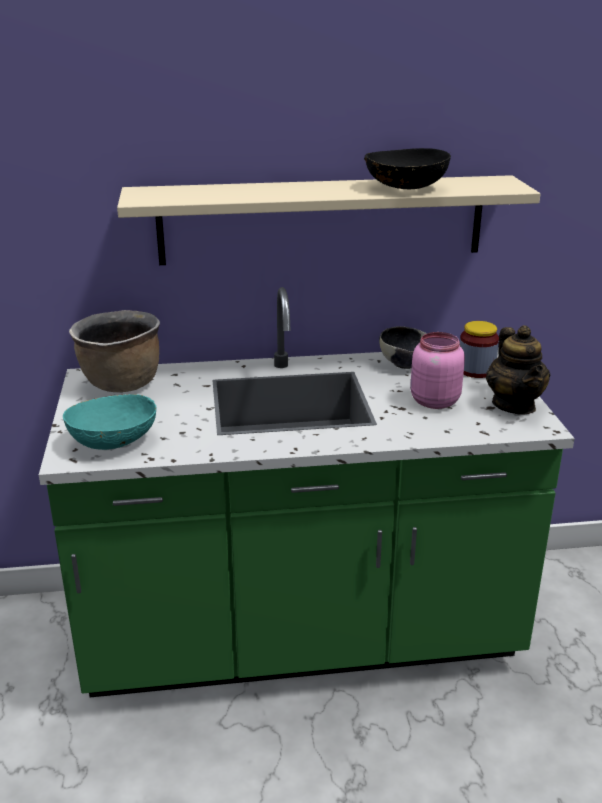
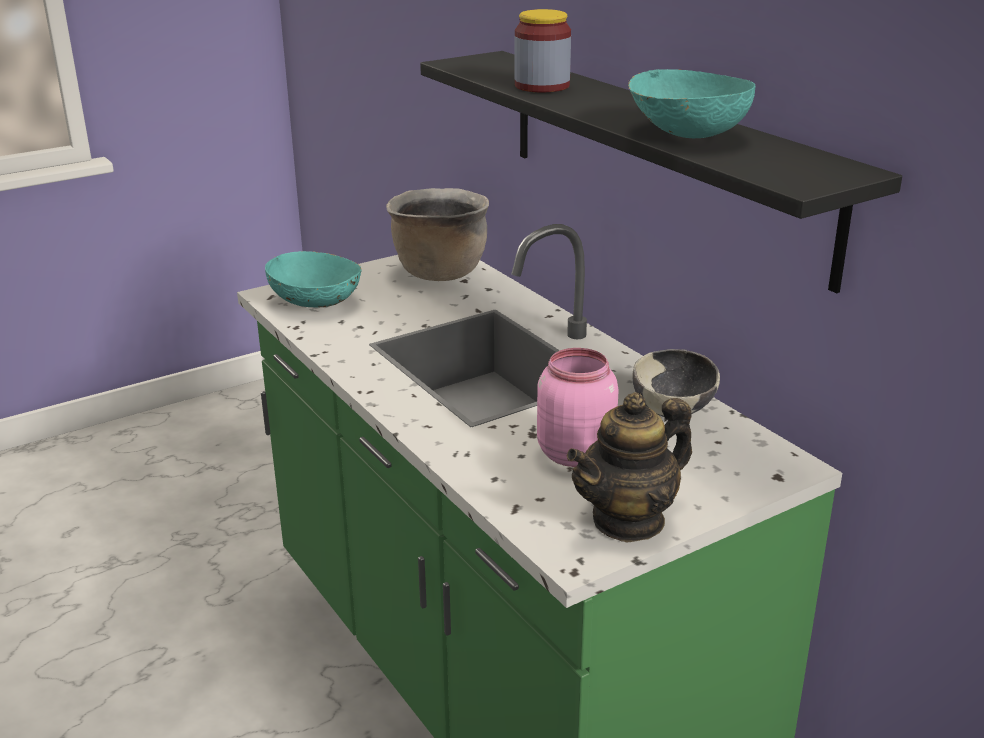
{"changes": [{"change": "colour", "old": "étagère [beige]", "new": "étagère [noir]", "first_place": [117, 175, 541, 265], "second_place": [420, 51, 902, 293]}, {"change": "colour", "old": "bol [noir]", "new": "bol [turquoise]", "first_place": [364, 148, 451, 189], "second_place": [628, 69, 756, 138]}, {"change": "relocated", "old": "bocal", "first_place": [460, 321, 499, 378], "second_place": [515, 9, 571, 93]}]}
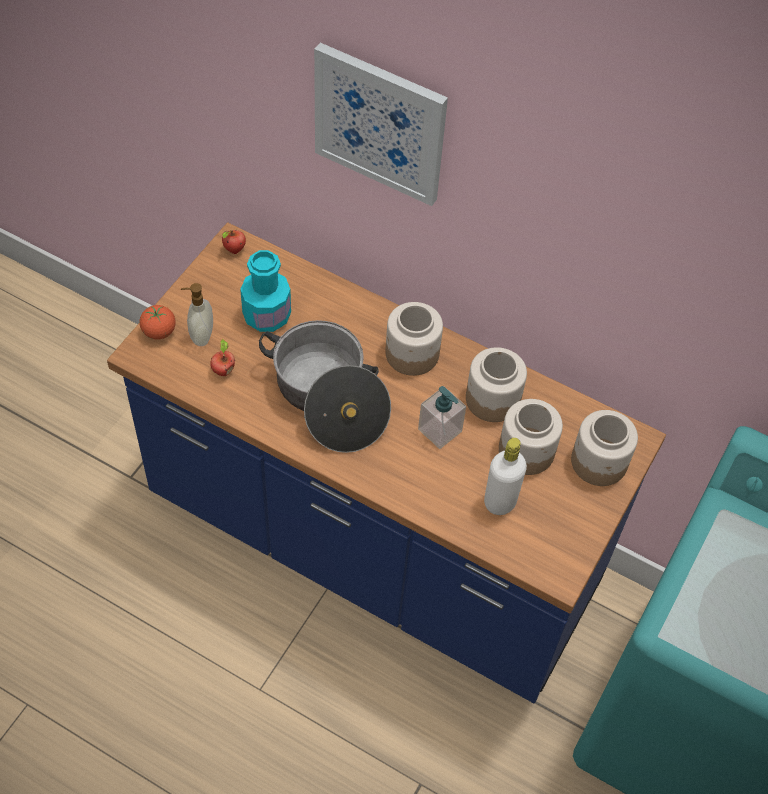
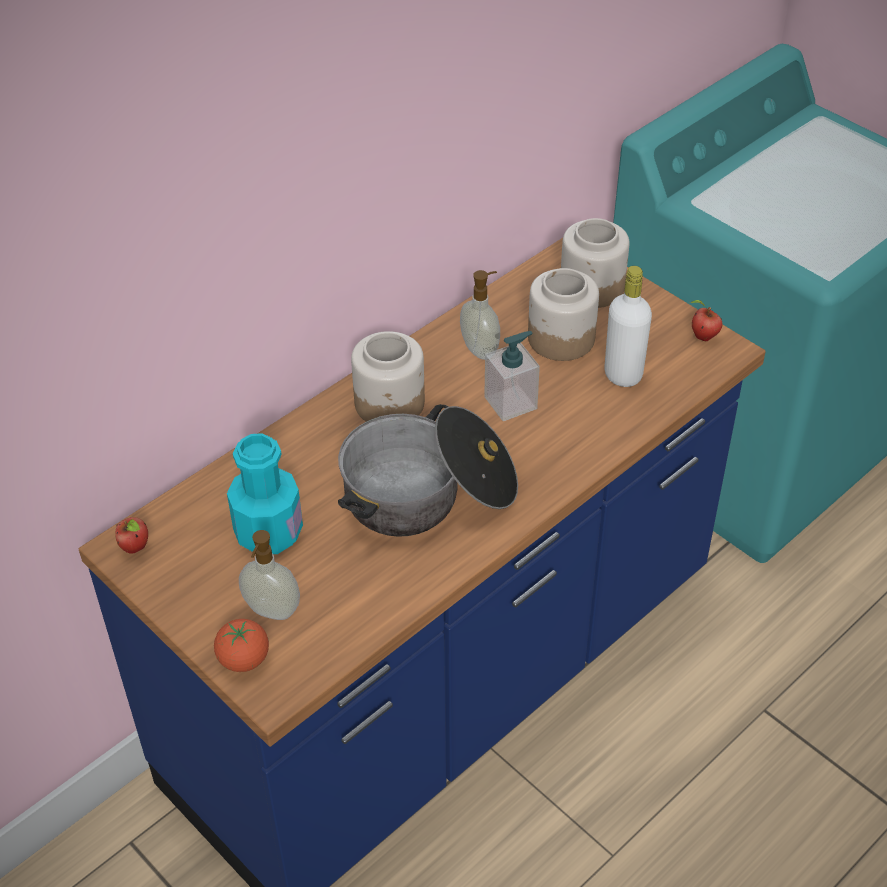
{"changes": [{"change": "relocated", "old": "pomme", "first_place": [210, 339, 235, 376], "second_place": [690, 300, 723, 341]}, {"change": "missing", "old": "tableau", "first_place": [314, 43, 448, 206]}, {"change": "exchanged", "old": "bocal", "new": "distributeur de savon", "first_place": [466, 347, 527, 422], "second_place": [460, 270, 500, 360]}]}
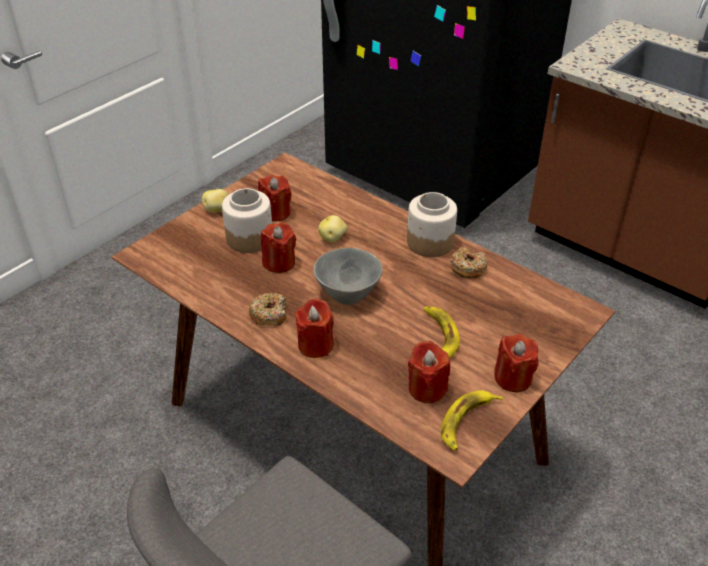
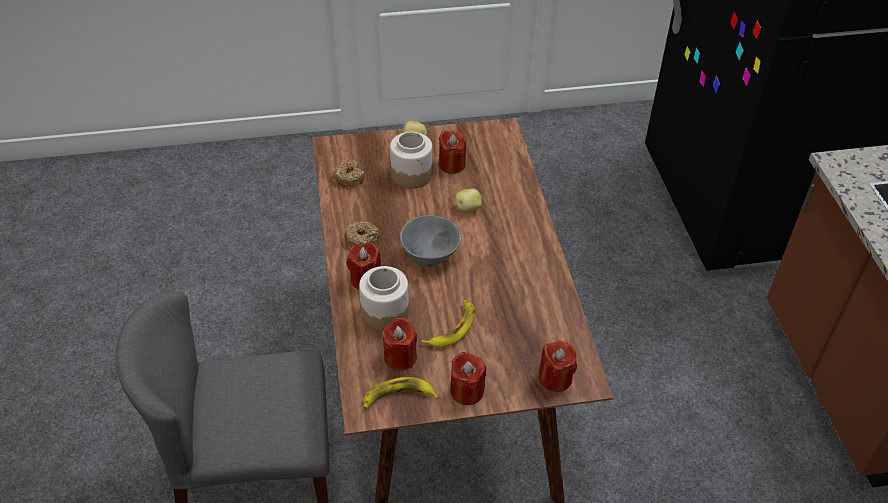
{"changes": [{"change": "relocated", "old": "bougie [rouge]", "first_place": [261, 222, 296, 273], "second_place": [539, 341, 577, 392]}, {"change": "relocated", "old": "bocal", "first_place": [407, 192, 457, 257], "second_place": [359, 266, 409, 331]}, {"change": "relocated", "old": "beignet", "first_place": [450, 247, 487, 279], "second_place": [333, 160, 365, 187]}]}
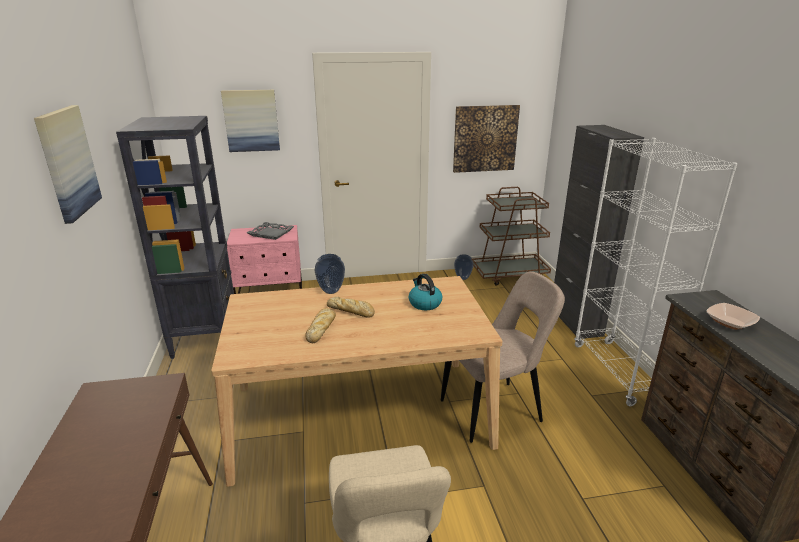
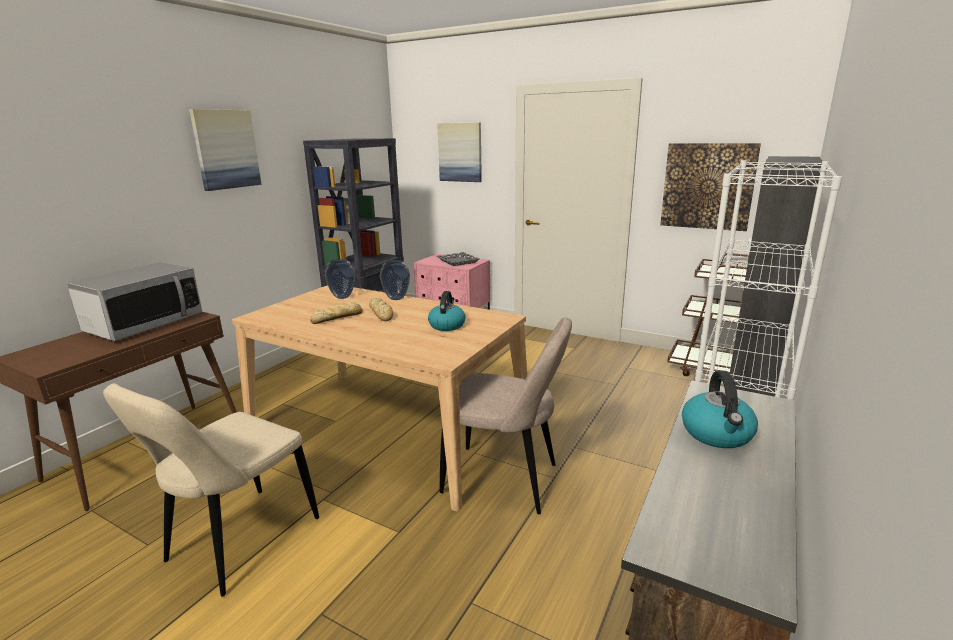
{"changes": [{"change": "relocated", "old": "vase", "first_place": [454, 254, 473, 280], "second_place": [325, 259, 355, 299]}, {"change": "exchanged", "old": "bol", "new": "bouilloire", "first_place": [706, 303, 760, 330], "second_place": [682, 371, 758, 448]}, {"change": "appeared", "new": "micro-ondes", "second_place": [67, 262, 202, 341]}]}
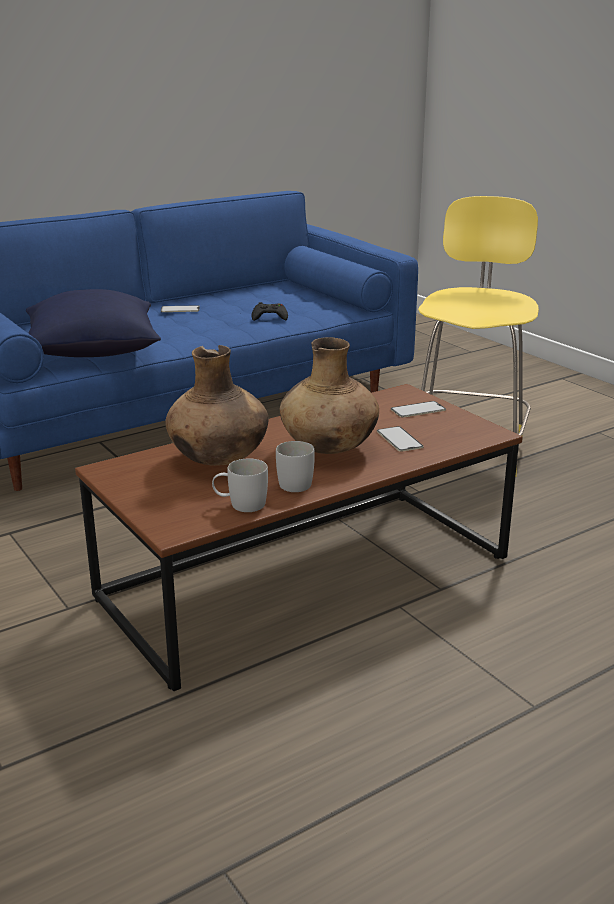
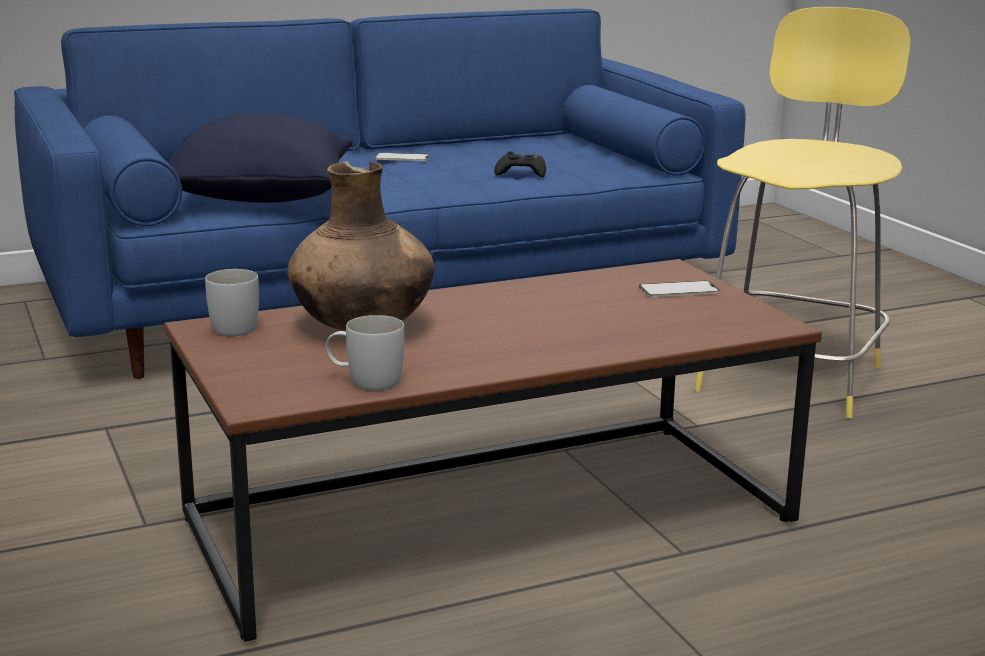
{"changes": [{"change": "relocated", "old": "mug [blanc]", "first_place": [276, 441, 315, 492], "second_place": [205, 269, 259, 336]}, {"change": "missing", "old": "vase [marron]", "first_place": [280, 337, 379, 454]}, {"change": "missing", "old": "téléphone", "first_place": [377, 426, 423, 452]}]}
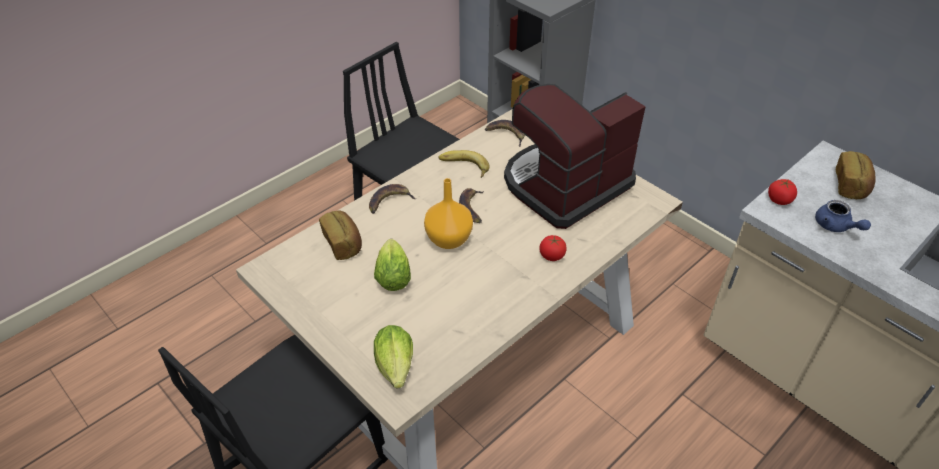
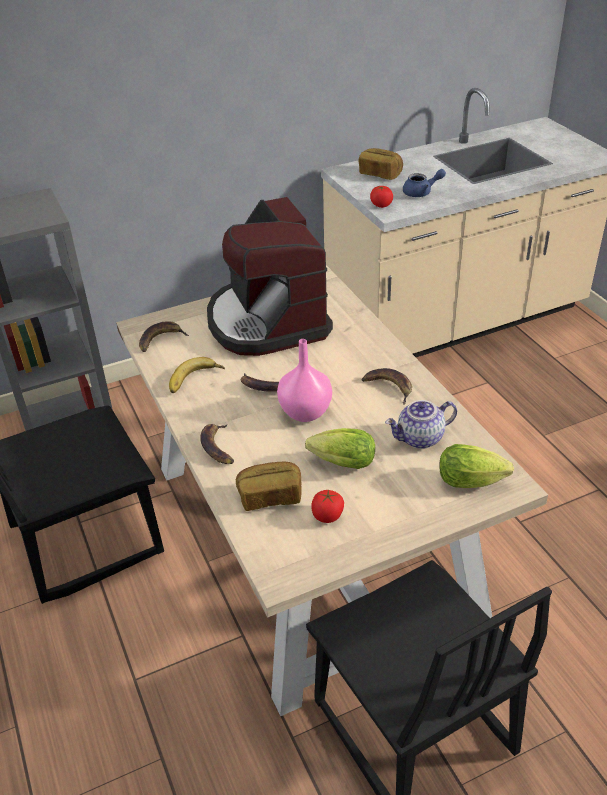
{"changes": [{"change": "colour", "old": "vase [orange]", "new": "vase [rose]", "first_place": [424, 178, 473, 249], "second_place": [277, 339, 332, 422]}, {"change": "relocated", "old": "tomate", "first_place": [539, 235, 567, 261], "second_place": [311, 489, 344, 523]}, {"change": "appeared", "new": "banane", "second_place": [362, 368, 412, 405]}, {"change": "appeared", "new": "théière", "second_place": [385, 400, 457, 449]}]}
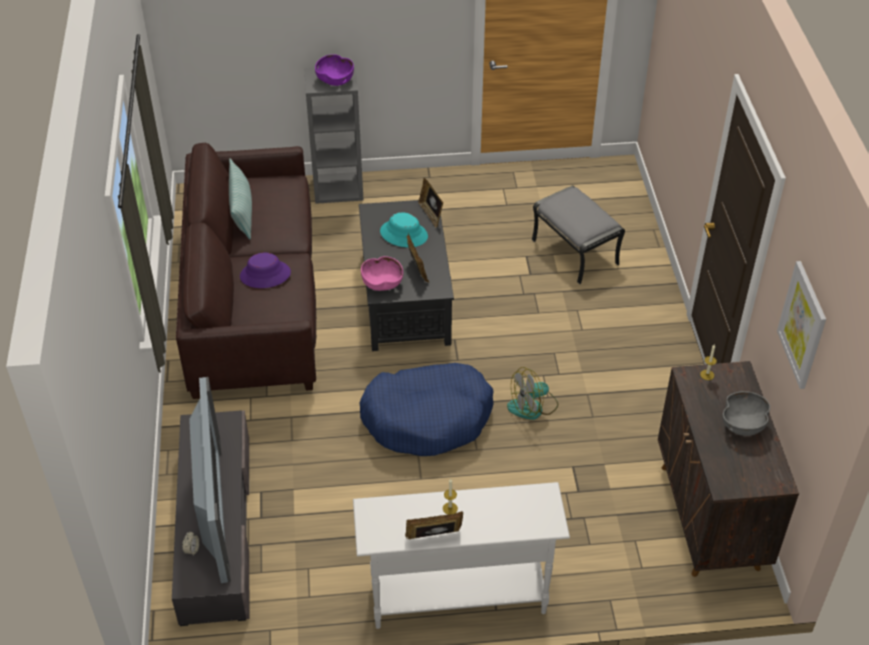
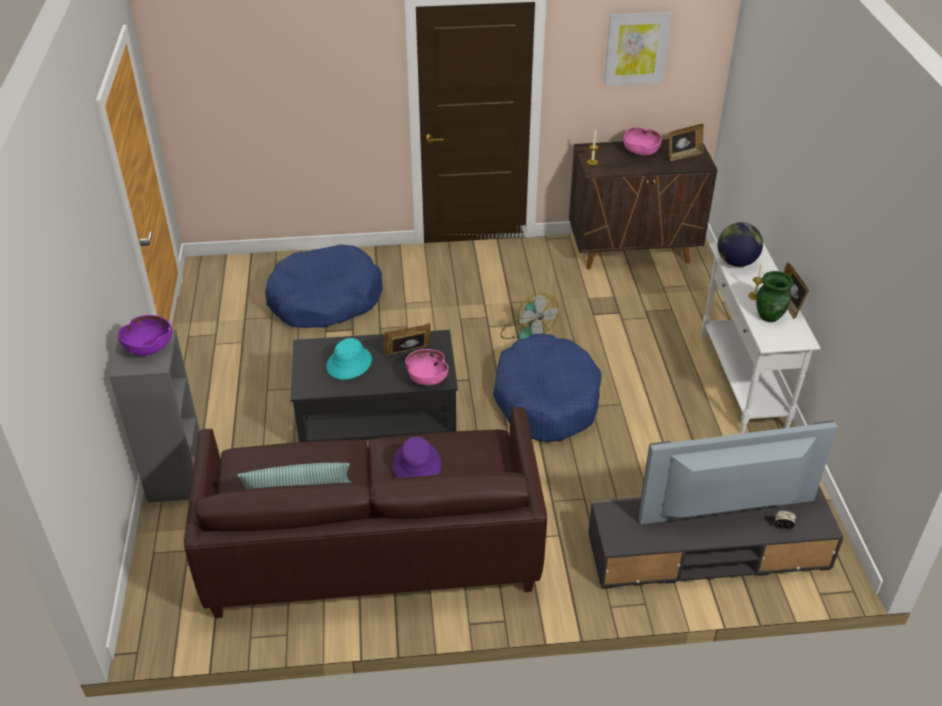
{"changes": [{"change": "relocated", "old": "cadre photo", "first_place": [418, 178, 443, 228], "second_place": [669, 124, 704, 161]}, {"change": "exchanged", "old": "pouf [gris]", "new": "panier pour chien [bleu]", "first_place": [532, 186, 625, 284], "second_place": [265, 244, 383, 328]}, {"change": "colour", "old": "bol [gris]", "new": "bol [rose]", "first_place": [722, 391, 770, 436], "second_place": [624, 127, 662, 156]}, {"change": "appeared", "new": "globe", "second_place": [718, 222, 763, 267]}, {"change": "appeared", "new": "vase [vert]", "second_place": [756, 271, 793, 322]}]}
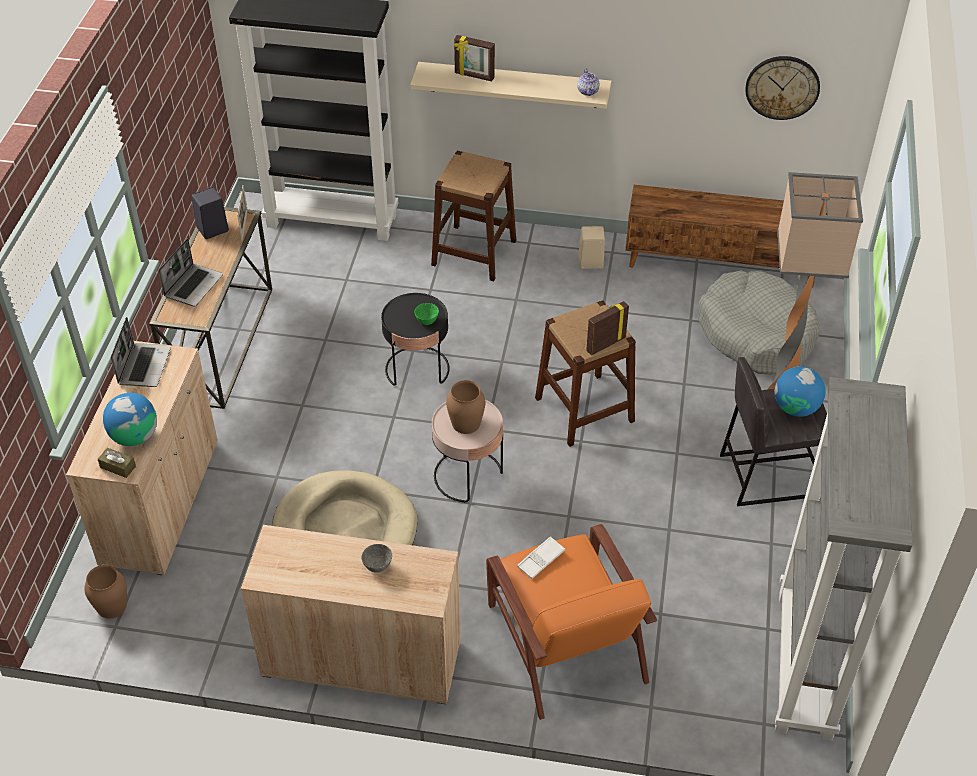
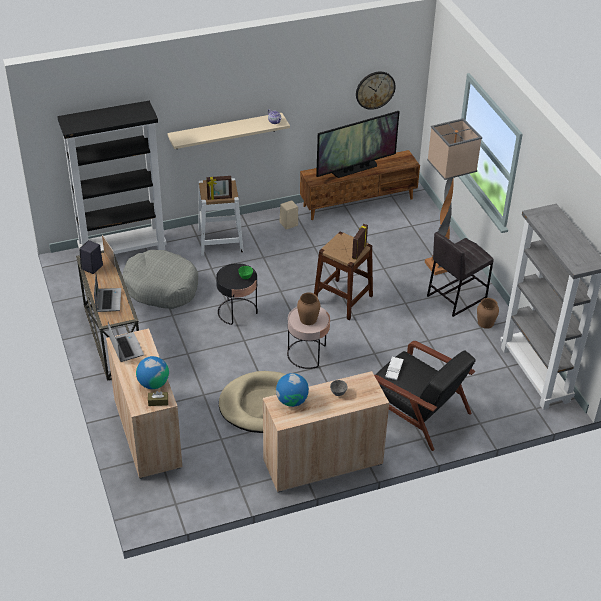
{"changes": [{"change": "relocated", "old": "vase [marron]", "first_place": [84, 565, 127, 618], "second_place": [477, 298, 499, 329]}, {"change": "colour", "old": "tabouret [marron]", "new": "tabouret [blanc]", "first_place": [431, 151, 516, 281], "second_place": [198, 178, 244, 256]}, {"change": "relocated", "old": "cadre photo", "first_place": [454, 35, 495, 81], "second_place": [206, 176, 232, 200]}, {"change": "colour", "old": "fauteuil [orange]", "new": "fauteuil [noir]", "first_place": [486, 524, 657, 720], "second_place": [374, 341, 476, 451]}, {"change": "relocated", "old": "panier pour chien [gris]", "first_place": [698, 270, 820, 375], "second_place": [122, 250, 198, 309]}, {"change": "relocated", "old": "globe", "first_place": [774, 366, 826, 417], "second_place": [276, 373, 309, 407]}, {"change": "appeared", "new": "téléviseur", "second_place": [316, 111, 400, 178]}]}
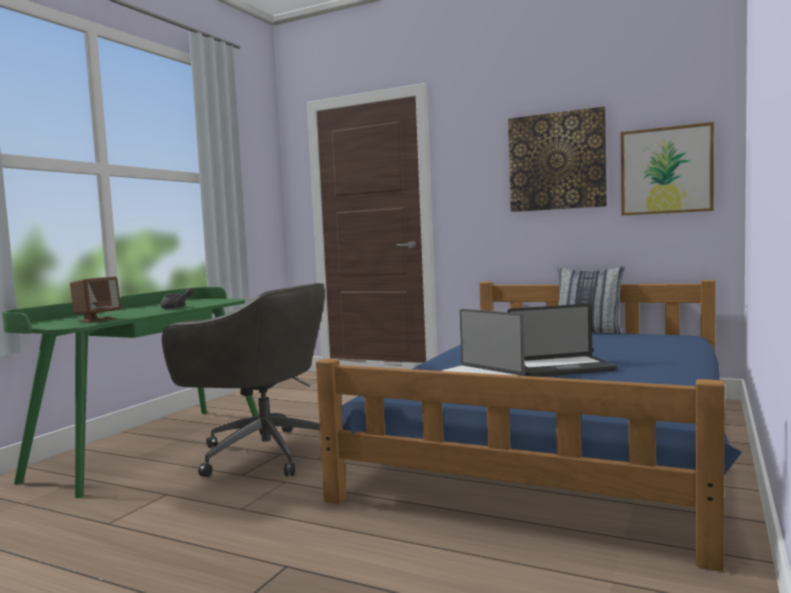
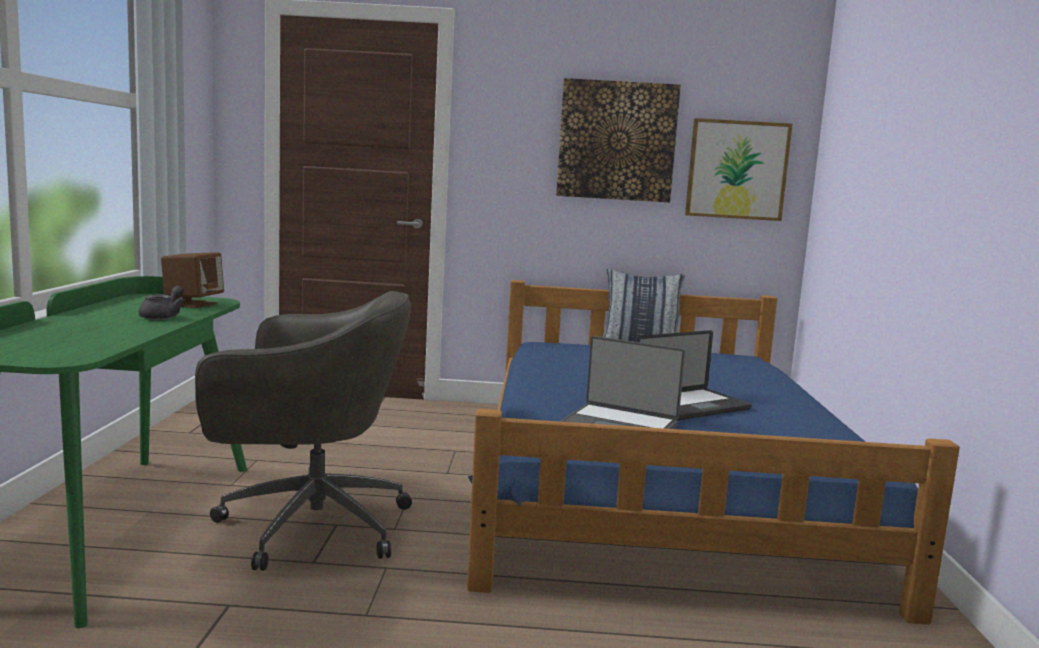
{"changes": [{"change": "relocated", "old": "enceinte [marron]", "first_place": [70, 277, 121, 323], "second_place": [161, 252, 224, 308]}]}
